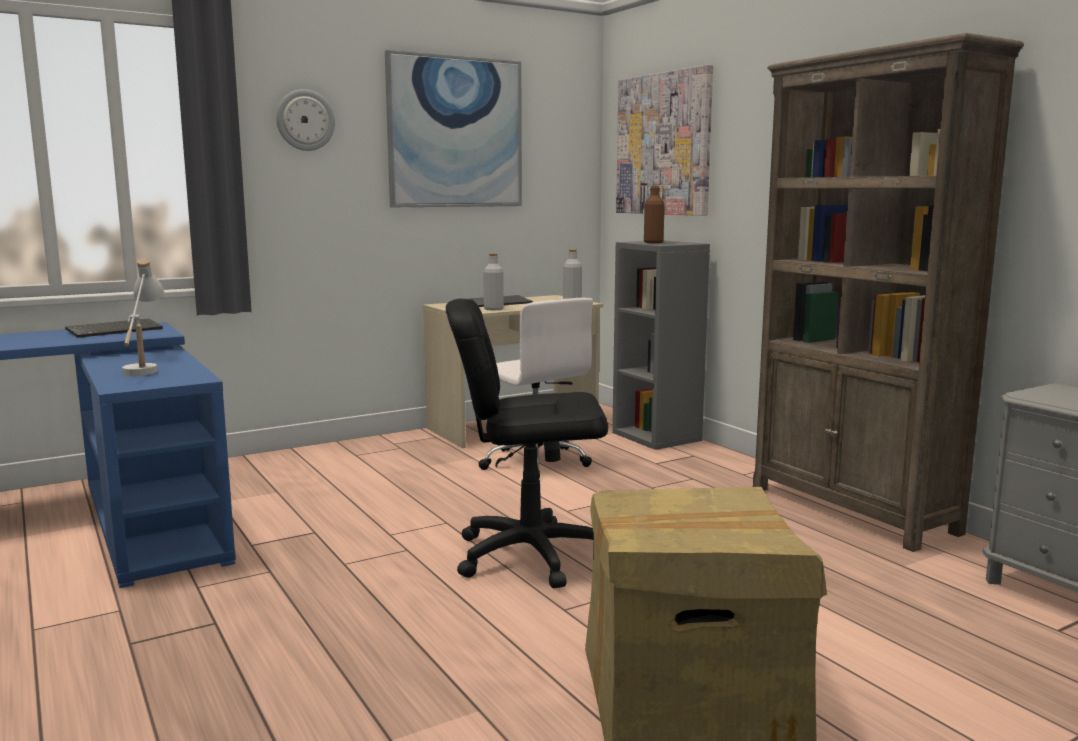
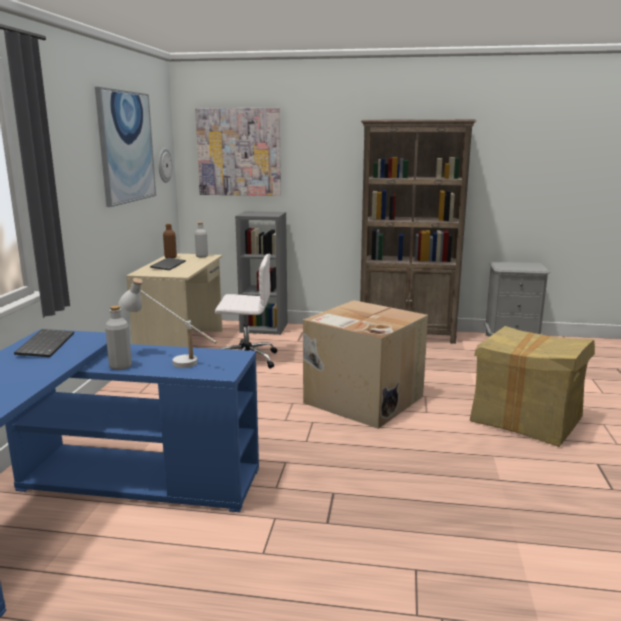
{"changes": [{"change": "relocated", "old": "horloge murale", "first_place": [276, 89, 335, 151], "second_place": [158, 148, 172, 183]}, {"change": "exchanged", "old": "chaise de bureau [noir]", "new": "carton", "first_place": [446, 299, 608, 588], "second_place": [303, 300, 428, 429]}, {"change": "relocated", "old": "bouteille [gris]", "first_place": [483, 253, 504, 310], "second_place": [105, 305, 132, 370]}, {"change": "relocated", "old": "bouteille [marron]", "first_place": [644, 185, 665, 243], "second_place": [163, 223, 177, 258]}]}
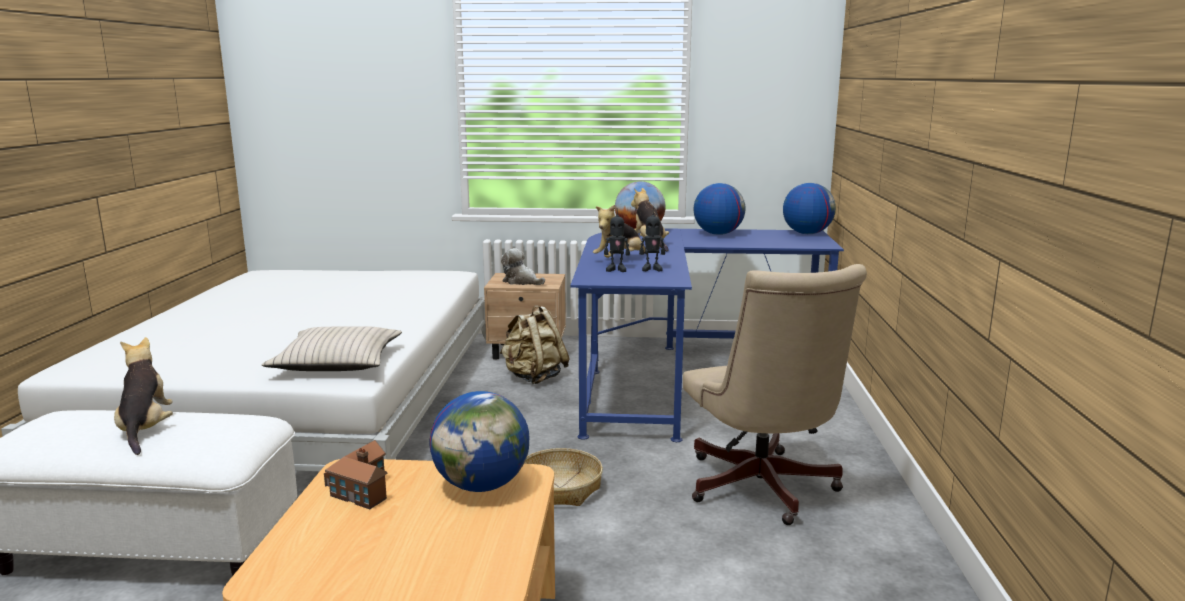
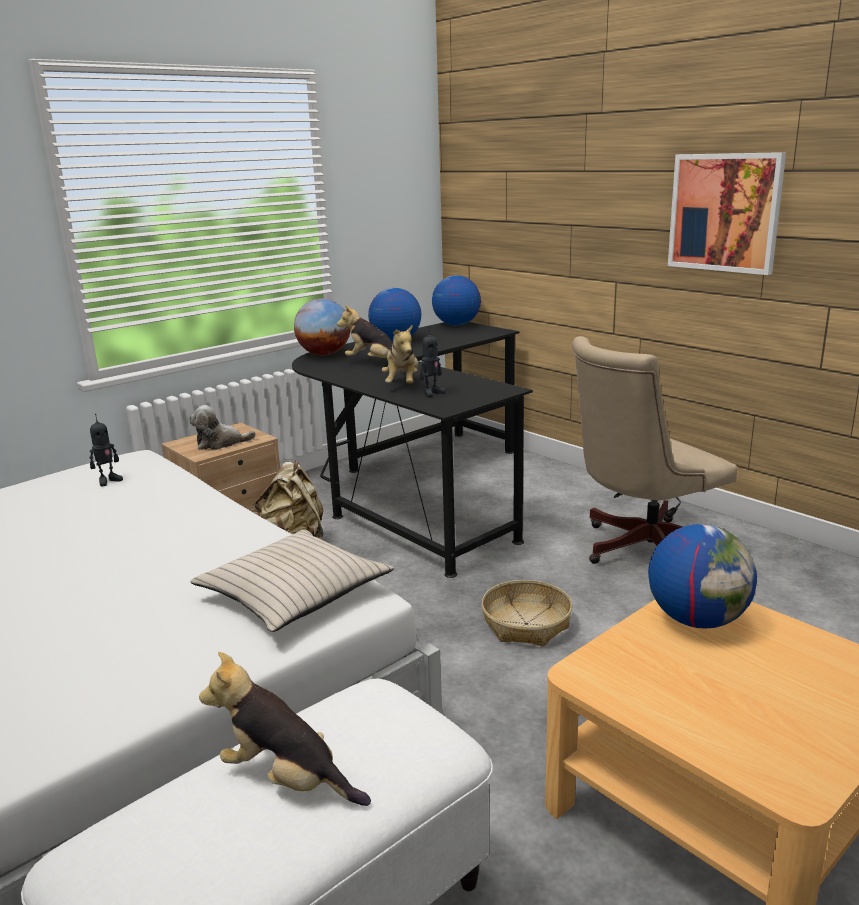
{"changes": [{"change": "missing", "old": "maison miniature", "first_place": [324, 440, 387, 509]}, {"change": "colour", "old": "bureau [bleu]", "new": "bureau [noir]", "first_place": [570, 228, 844, 442], "second_place": [292, 322, 533, 578]}, {"change": "relocated", "old": "robot jouet", "first_place": [639, 214, 665, 271], "second_place": [90, 414, 123, 487]}, {"change": "spun", "old": "chaise de bureau [beige]", "first_place": [683, 264, 867, 525], "second_place": [572, 336, 737, 564], "degrees": 120}, {"change": "appeared", "new": "tableau", "second_place": [668, 152, 786, 275]}]}
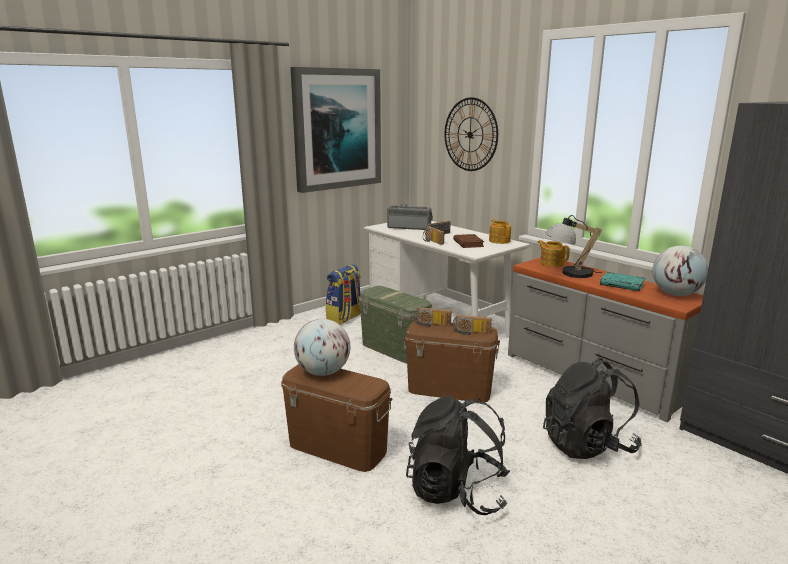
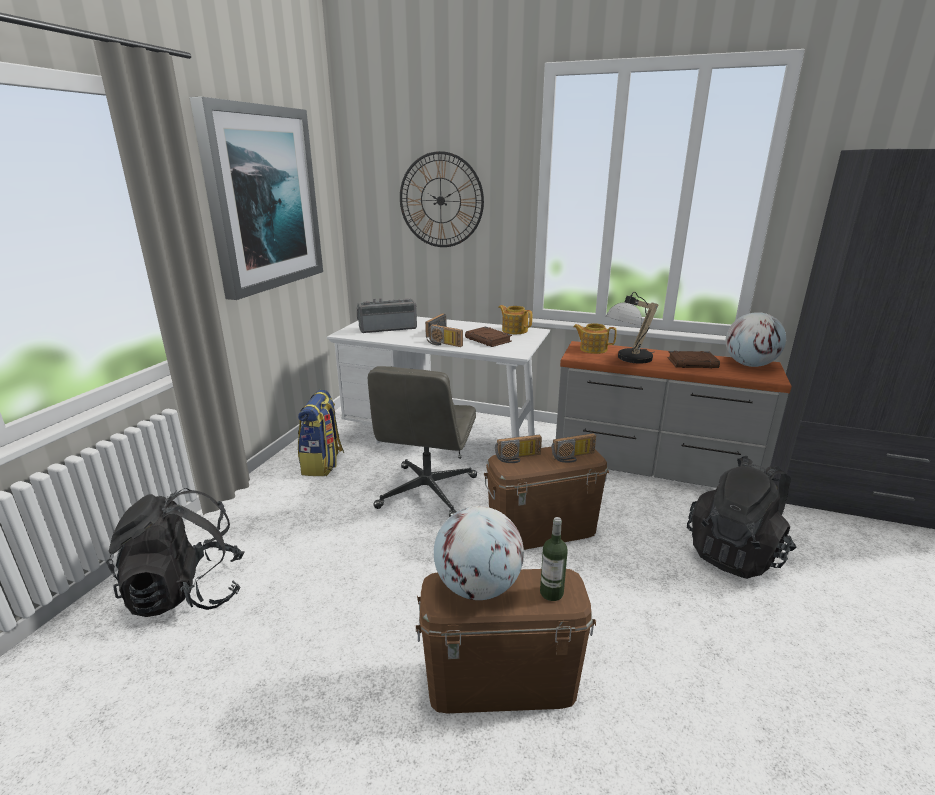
{"changes": [{"change": "exchanged", "old": "boîte de rangement [vert]", "new": "chaise de bureau [gris]", "first_place": [359, 286, 433, 364], "second_place": [368, 366, 477, 517]}, {"change": "relocated", "old": "sac à dos [noir]", "first_place": [406, 396, 510, 515], "second_place": [106, 488, 245, 617]}, {"change": "colour", "old": "livre [turquoise]", "new": "livre [marron]", "first_place": [600, 272, 645, 291], "second_place": [668, 351, 720, 368]}, {"change": "appeared", "new": "bouteille", "second_place": [540, 517, 568, 601]}]}
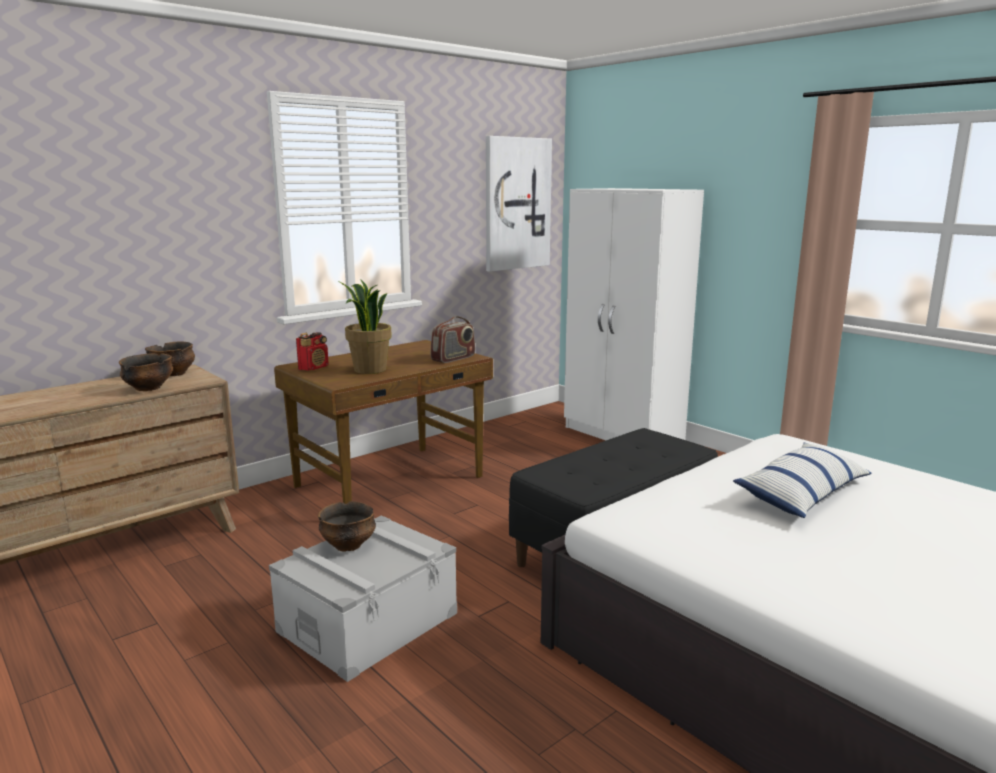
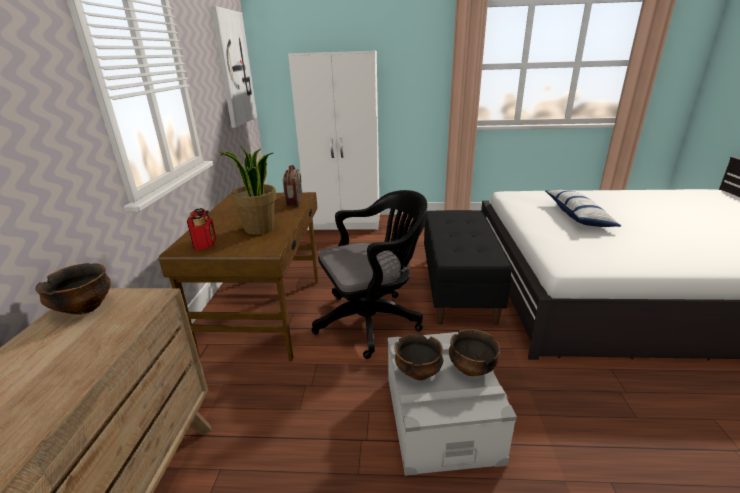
{"changes": [{"change": "relocated", "old": "bol", "first_place": [119, 353, 173, 391], "second_place": [449, 329, 500, 376]}, {"change": "appeared", "new": "chaise de bureau [noir]", "second_place": [311, 190, 428, 359]}]}
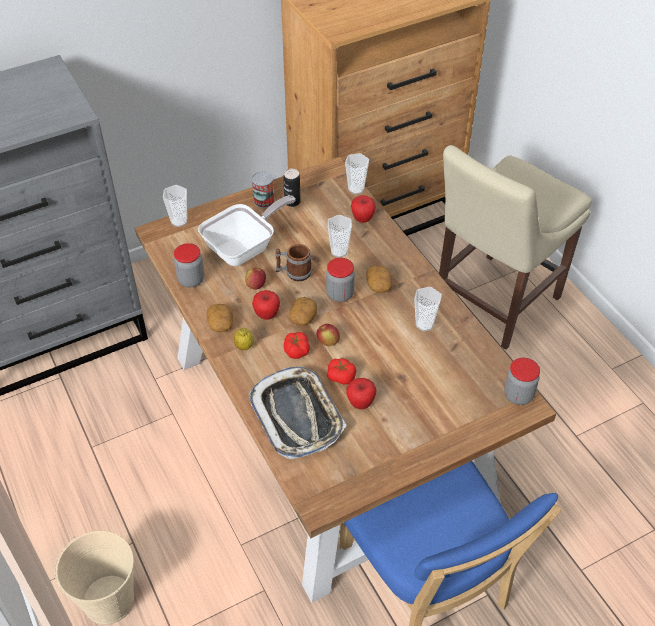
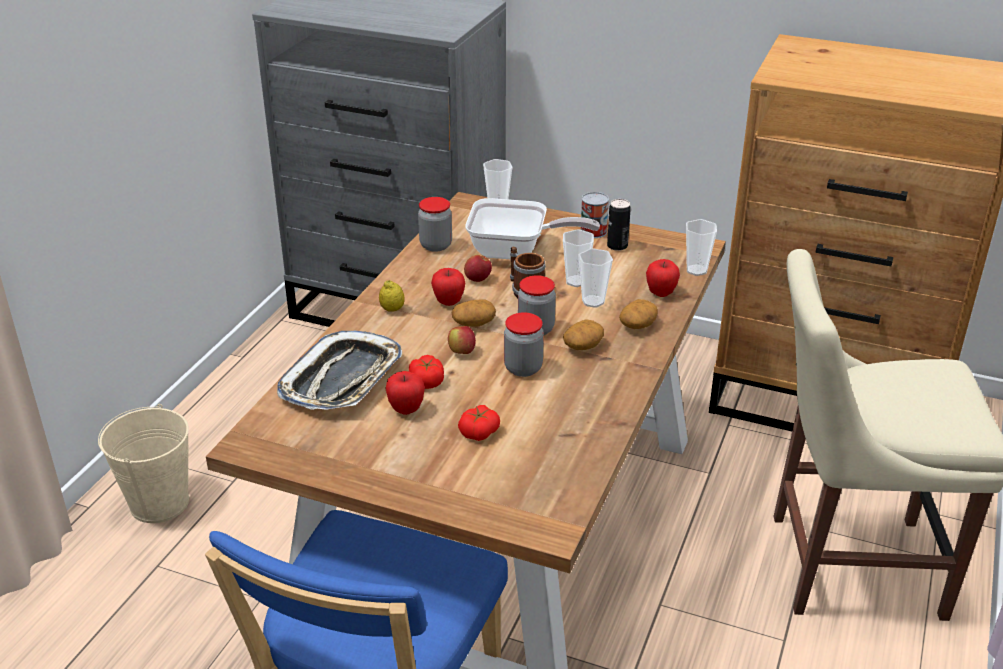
{"changes": [{"change": "relocated", "old": "pomme de terre", "first_place": [207, 304, 233, 332], "second_place": [619, 299, 658, 329]}, {"change": "relocated", "old": "tomate", "first_place": [284, 332, 310, 359], "second_place": [458, 405, 500, 441]}, {"change": "relocated", "old": "tasse", "first_place": [414, 287, 442, 331], "second_place": [563, 229, 594, 287]}, {"change": "relocated", "old": "bocal", "first_place": [504, 358, 540, 405], "second_place": [504, 313, 544, 377]}]}
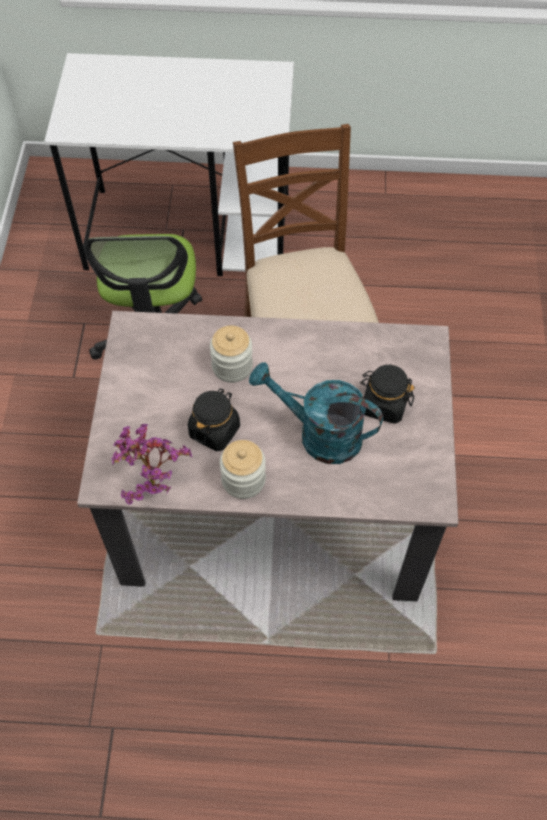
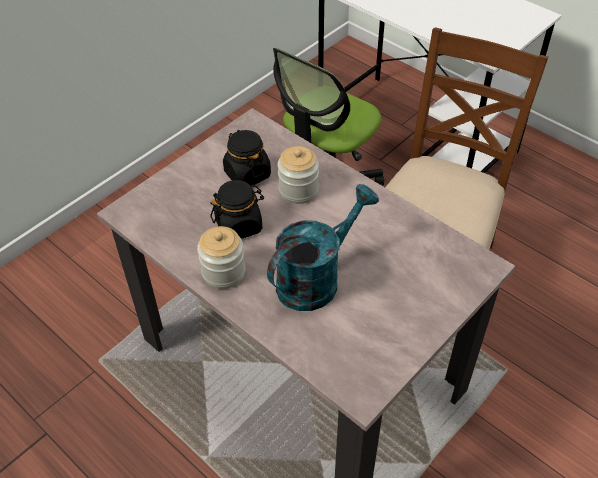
{"changes": [{"change": "missing", "old": "plante en pot", "first_place": [111, 424, 192, 505]}, {"change": "spun", "old": "arrosoir [turquoise]", "first_place": [249, 362, 383, 464], "second_place": [267, 184, 379, 311], "degrees": 75}, {"change": "relocated", "old": "bocal [noir]", "first_place": [360, 365, 415, 424], "second_place": [223, 130, 271, 186]}]}
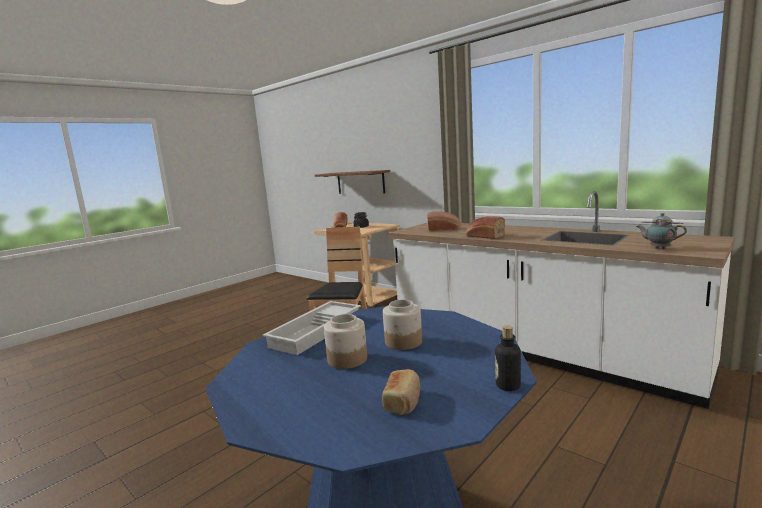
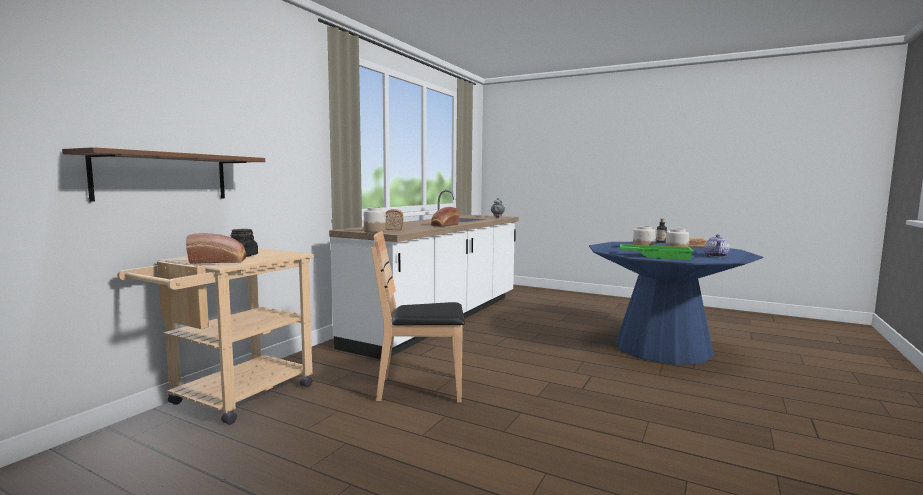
{"changes": [{"change": "colour", "old": "plateau [blanc]", "new": "plateau [vert]", "first_place": [263, 301, 361, 355], "second_place": [620, 244, 694, 260]}, {"change": "appeared", "new": "bocal", "second_place": [364, 207, 386, 232]}, {"change": "appeared", "new": "théière", "second_place": [704, 234, 730, 257]}]}
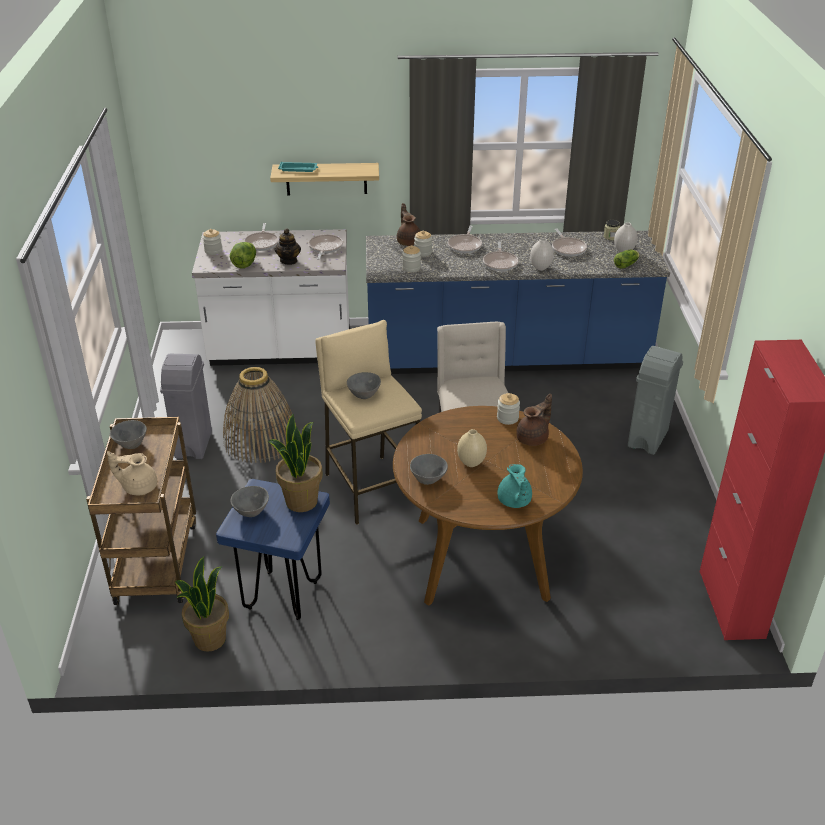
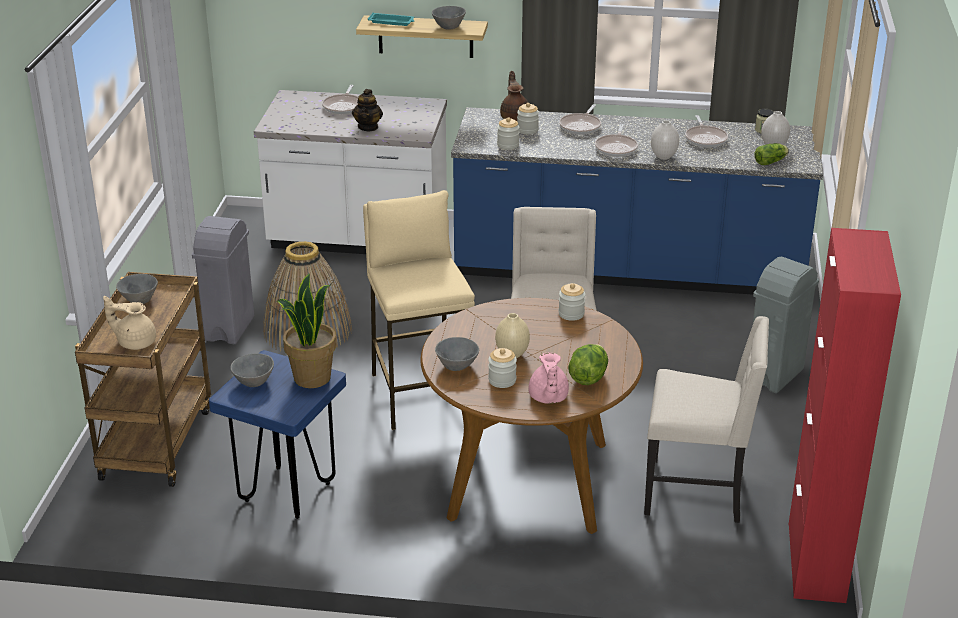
{"changes": [{"change": "missing", "old": "plante en pot", "first_place": [175, 556, 229, 652]}, {"change": "relocated", "old": "bocal", "first_place": [203, 229, 222, 255], "second_place": [488, 348, 517, 388]}, {"change": "relocated", "old": "laitue", "first_place": [230, 242, 256, 268], "second_place": [568, 344, 608, 385]}, {"change": "missing", "old": "poêle", "first_place": [308, 234, 343, 260]}, {"change": "relocated", "old": "bol [gris]", "first_place": [347, 372, 381, 399], "second_place": [432, 6, 466, 30]}, {"change": "colour", "old": "théière [turquoise]", "new": "théière [rose]", "first_place": [497, 464, 532, 508], "second_place": [528, 352, 569, 404]}, {"change": "missing", "old": "théière [marron]", "first_place": [516, 394, 552, 446]}, {"change": "appeared", "new": "chaise [beige]", "second_place": [644, 316, 769, 523]}]}
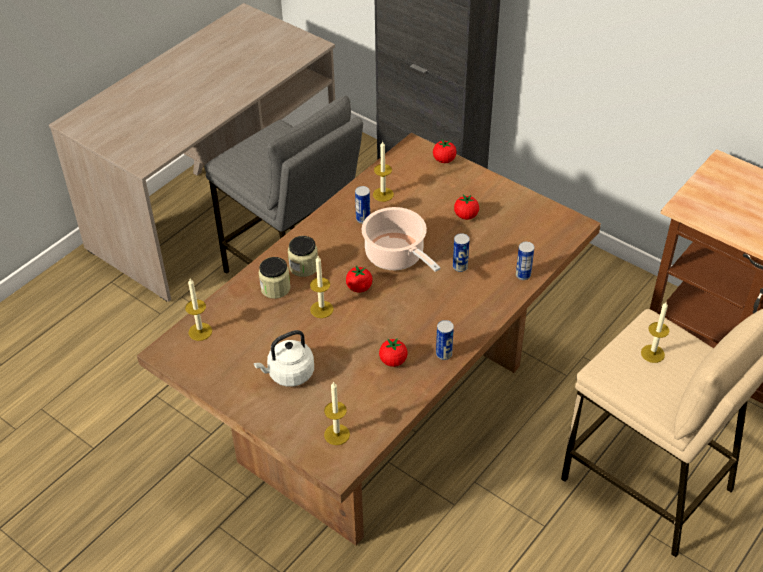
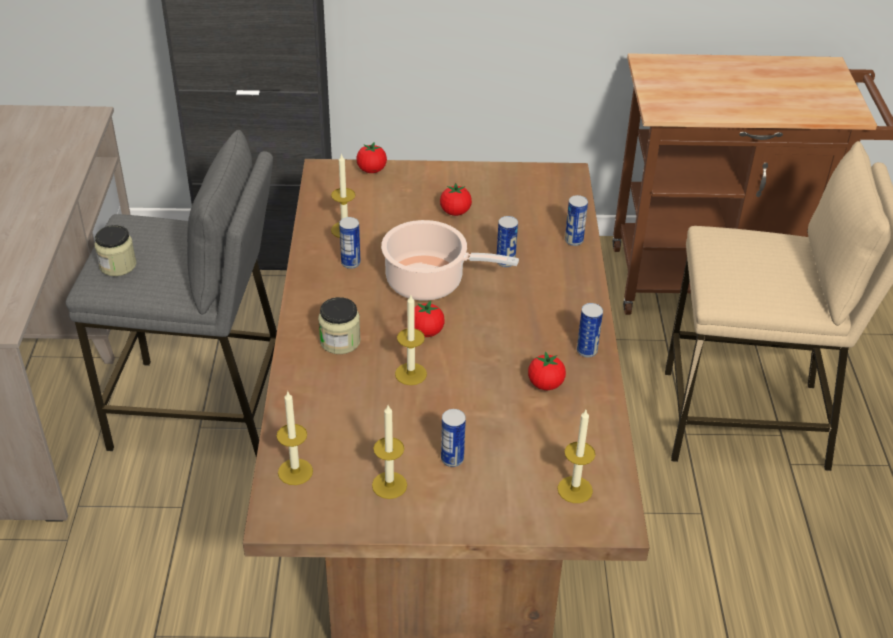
{"changes": [{"change": "exchanged", "old": "bouilloire [blanc]", "new": "boîte métallique", "first_place": [254, 330, 314, 387], "second_place": [441, 409, 466, 467]}, {"change": "relocated", "old": "bocal", "first_place": [259, 257, 291, 299], "second_place": [95, 225, 136, 276]}, {"change": "relocated", "old": "bougie", "first_place": [641, 302, 669, 363], "second_place": [372, 405, 407, 499]}]}
